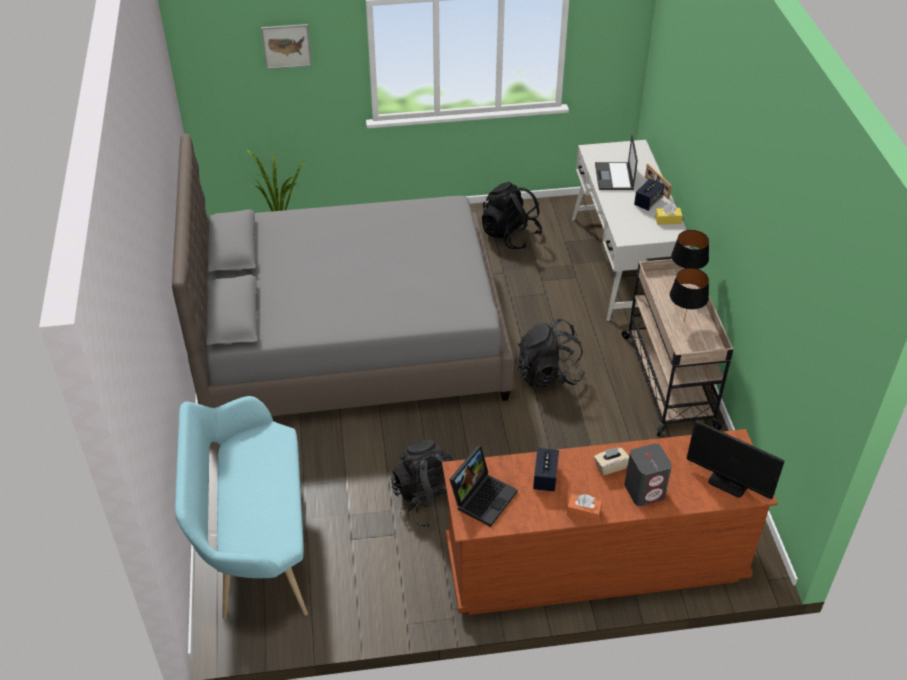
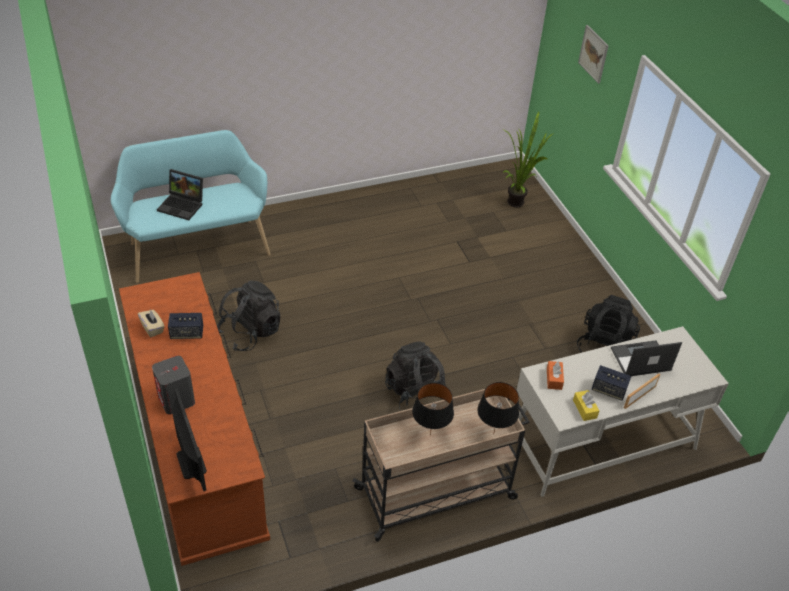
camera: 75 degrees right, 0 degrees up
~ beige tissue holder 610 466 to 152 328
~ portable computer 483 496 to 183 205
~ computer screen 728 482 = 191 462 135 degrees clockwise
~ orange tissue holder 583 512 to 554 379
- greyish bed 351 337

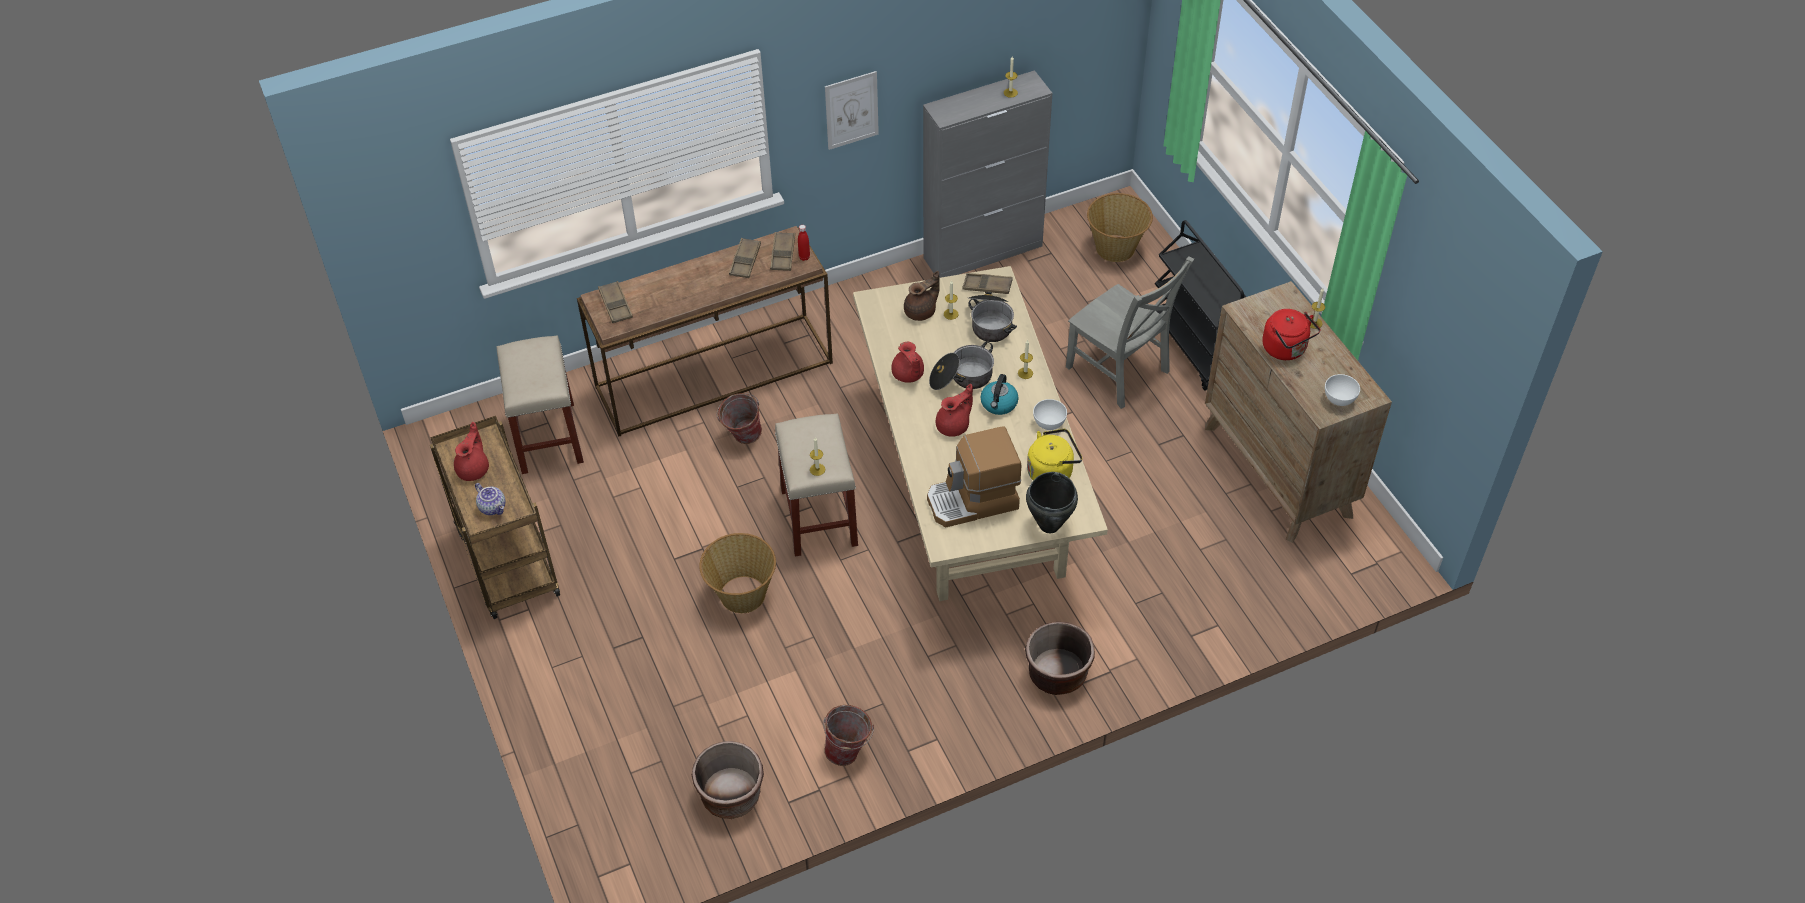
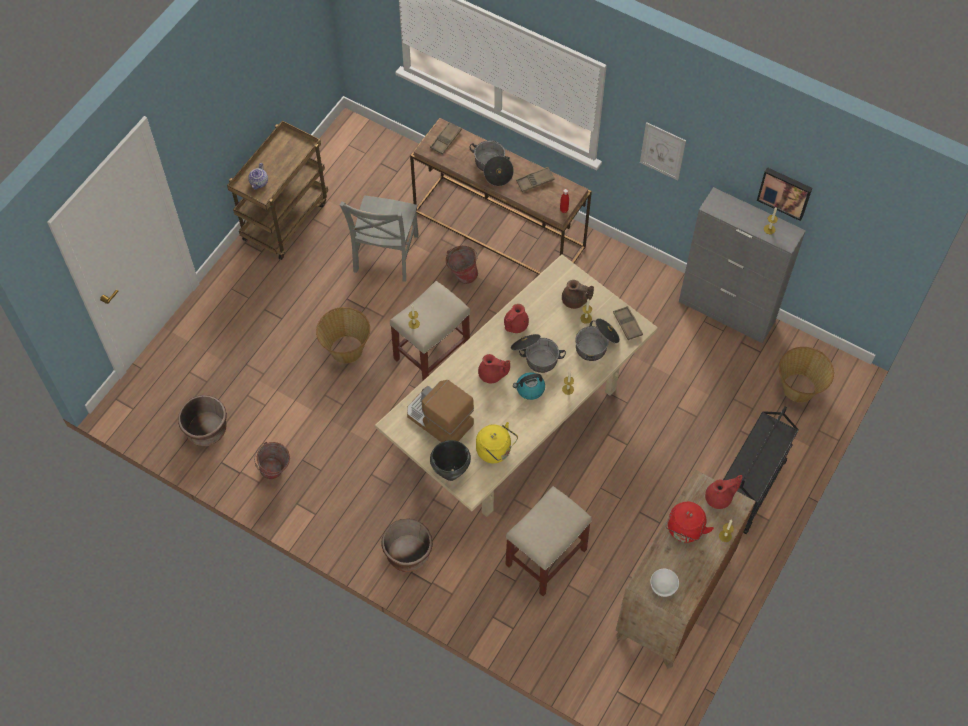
camera: 55 degrees right, 10 degrees up
~ greyish upright chair 1120 372 to 385 256
+ saucepot 492 168
~ beige sitting stool 548 439 to 545 558
~ red-coloured teapot 474 469 to 719 498
+ wall art 785 192
- brownish serving tray 783 254
- white-coloured deep dish 1049 423

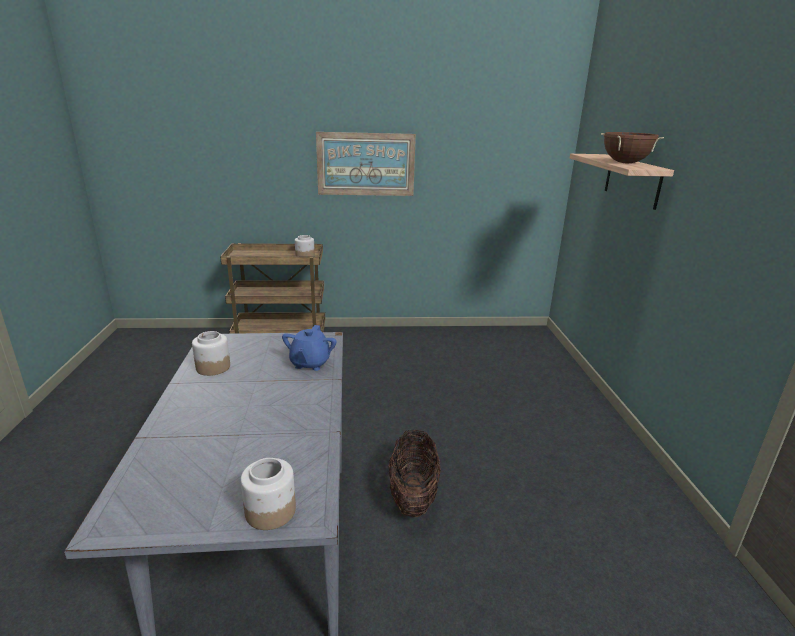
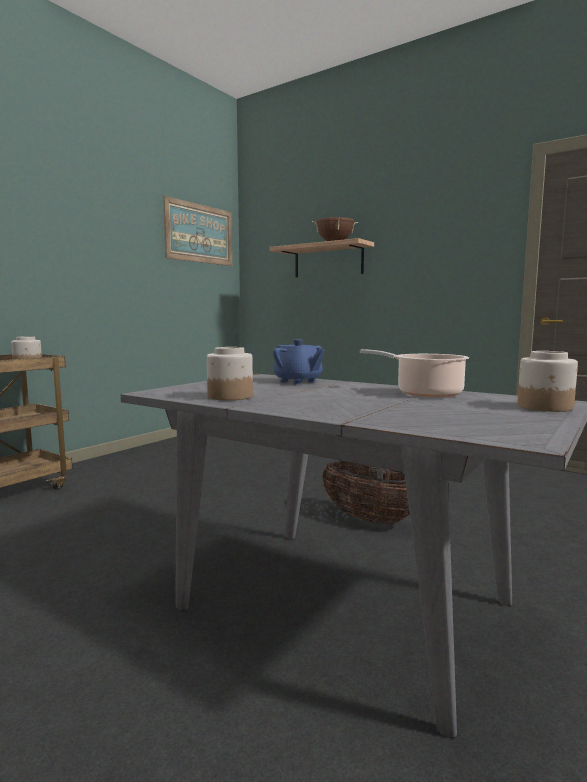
camera: 50 degrees left, 15 degrees down
~ wall art 366 164 to 199 233
+ saucepot 425 393

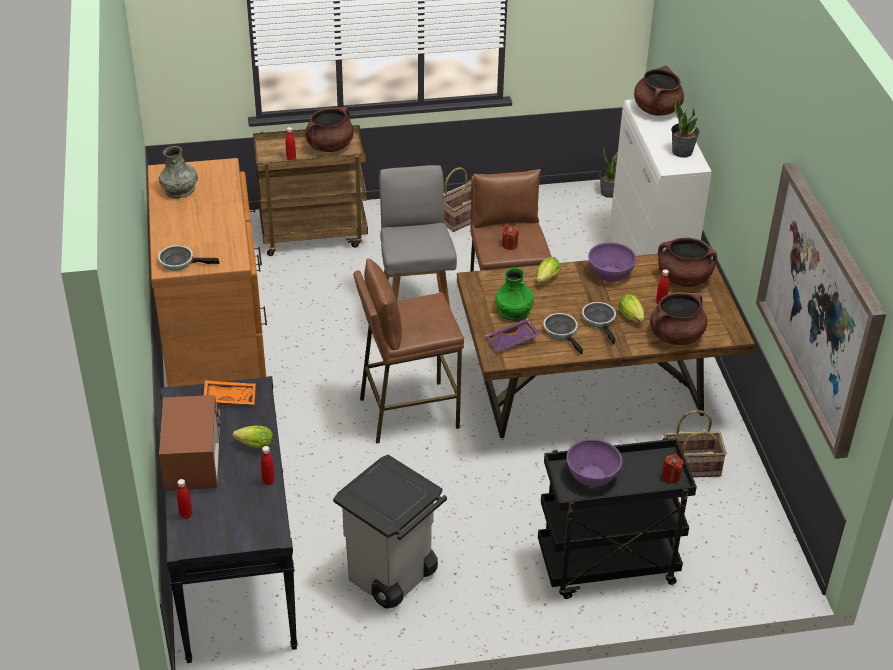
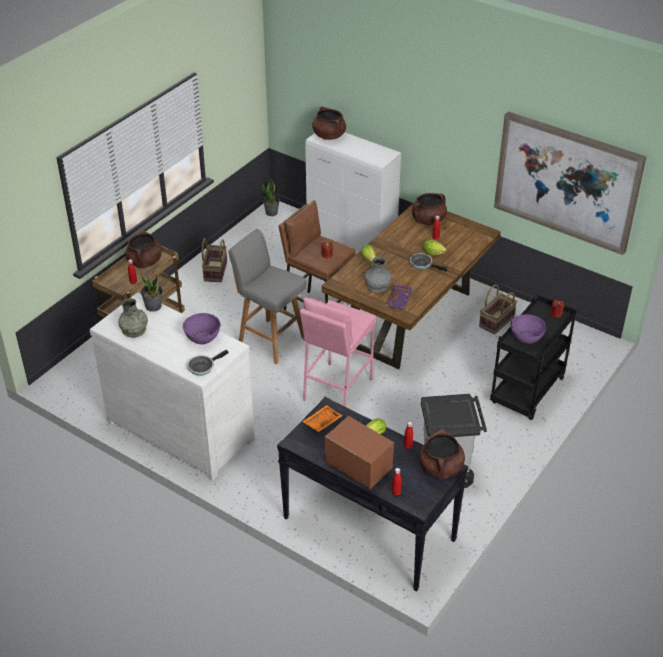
camera: 45 degrees left, 0 degrees up
~ brownish drawer chest 216 346 to white-coloured drawer chest 182 429
~ plant in a pot 682 151 to 153 306
~ purple deep dish 610 273 to 202 337
~ brownish sitting stool 408 412 to pink sitting stool 336 389
~ green vase 513 310 to greyish vase 377 286
~ brownish saucepot 676 336 to 441 468
- skillet 562 332

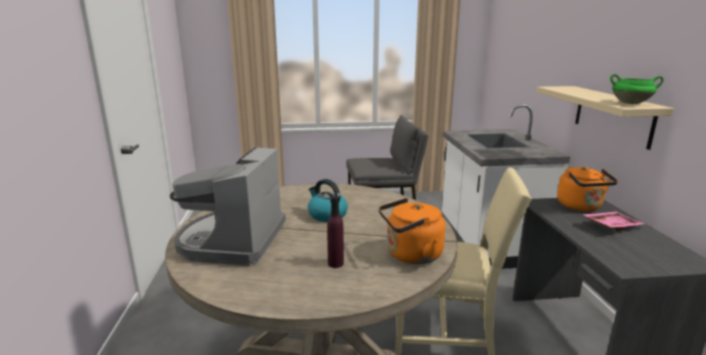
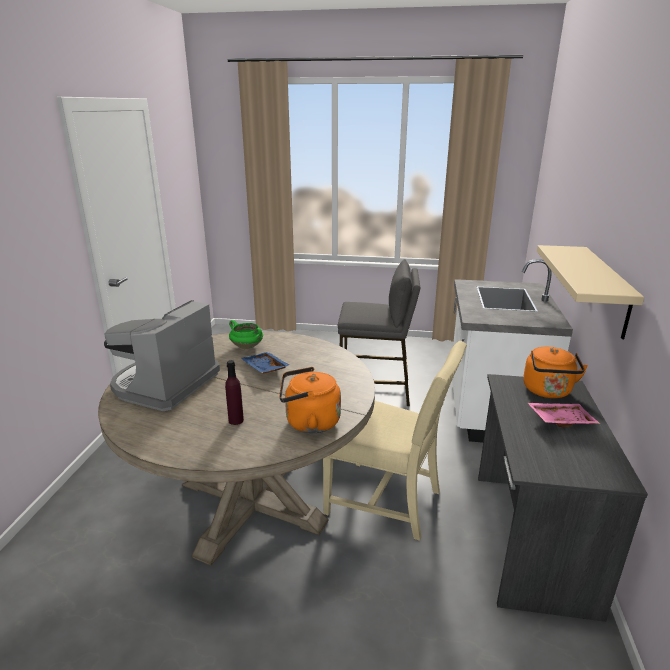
camera: 15 degrees right, 5 degrees up
~ green saucepot 631 103 to 247 347
~ tea kettle 327 215 to blue-coloured serving tray 264 369

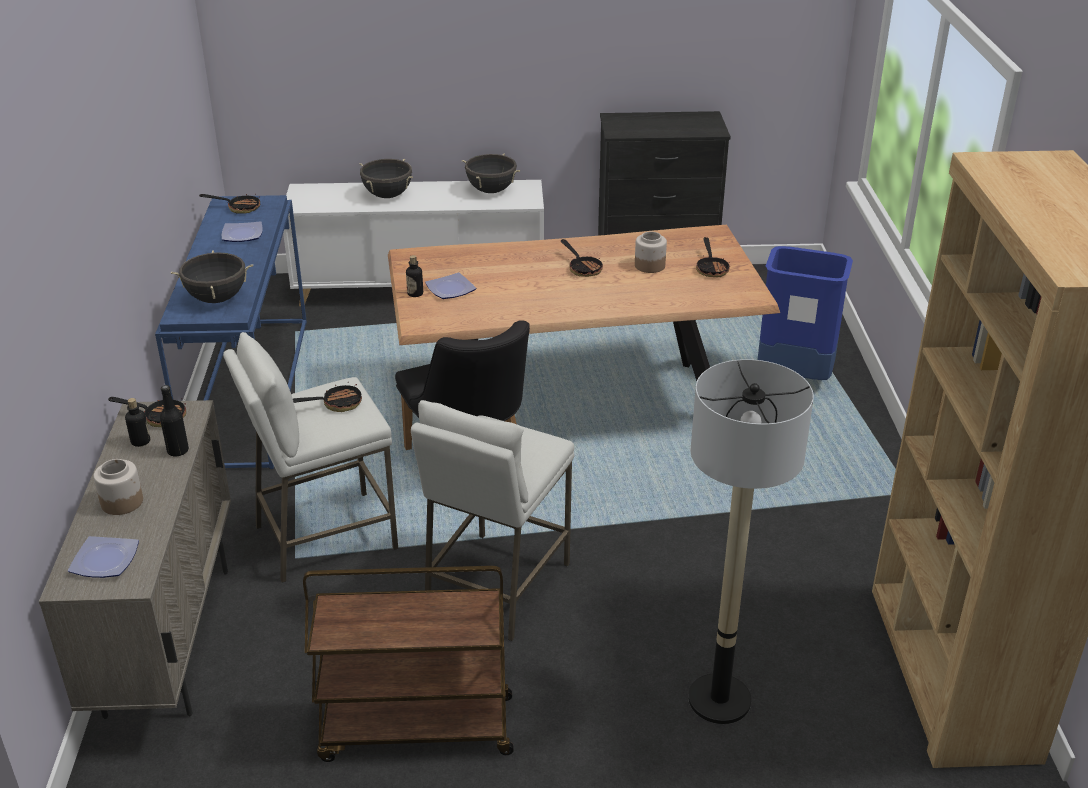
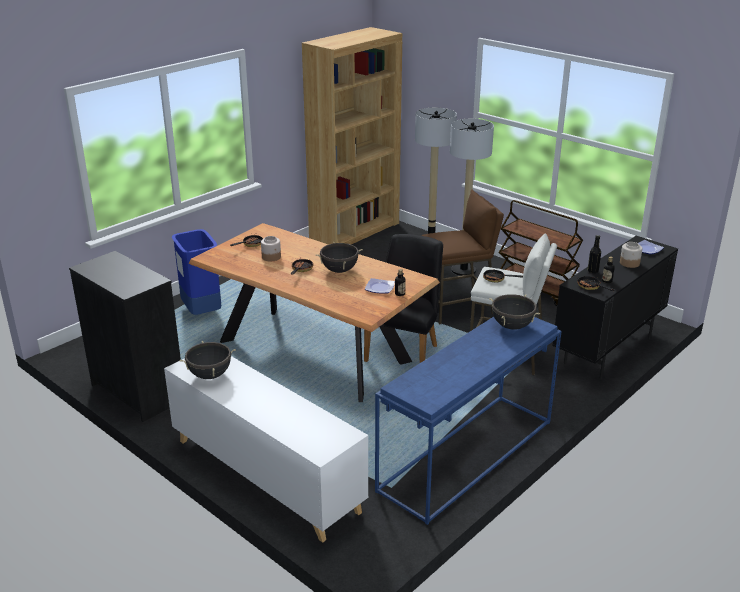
camera: 135 degrees left, 5 degrees down
~ black saucepot 387 196 to 339 270
~ white-coloured sitting stool 496 586 to brownish sitting stool 457 308
+ standard lamp 464 270
~ beige cabinet 169 640 to black cabinet 607 351
- skillet 239 208
- flat dish 243 234

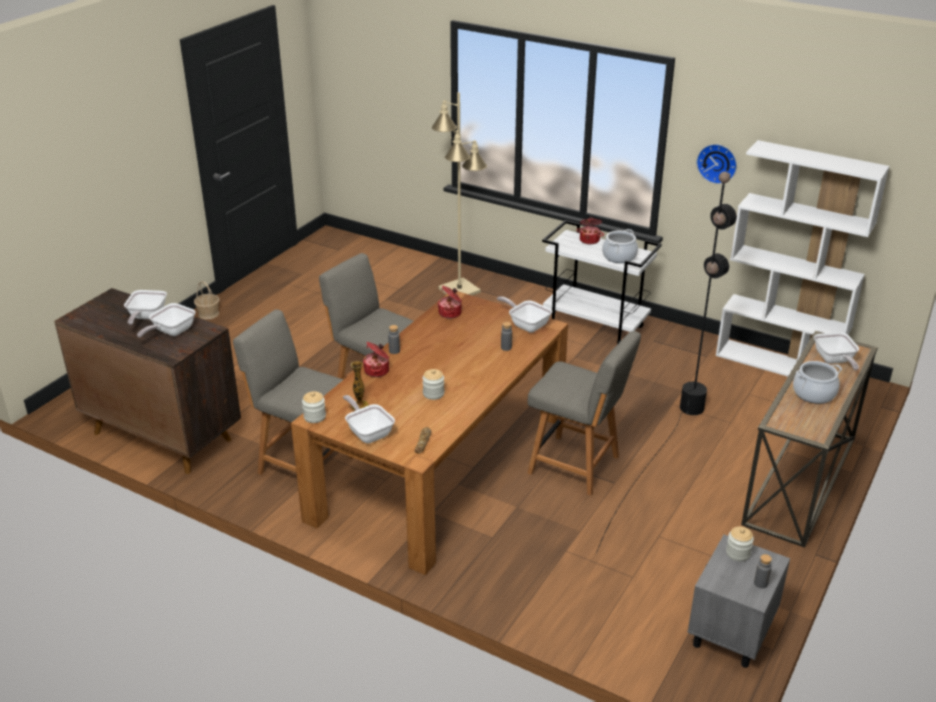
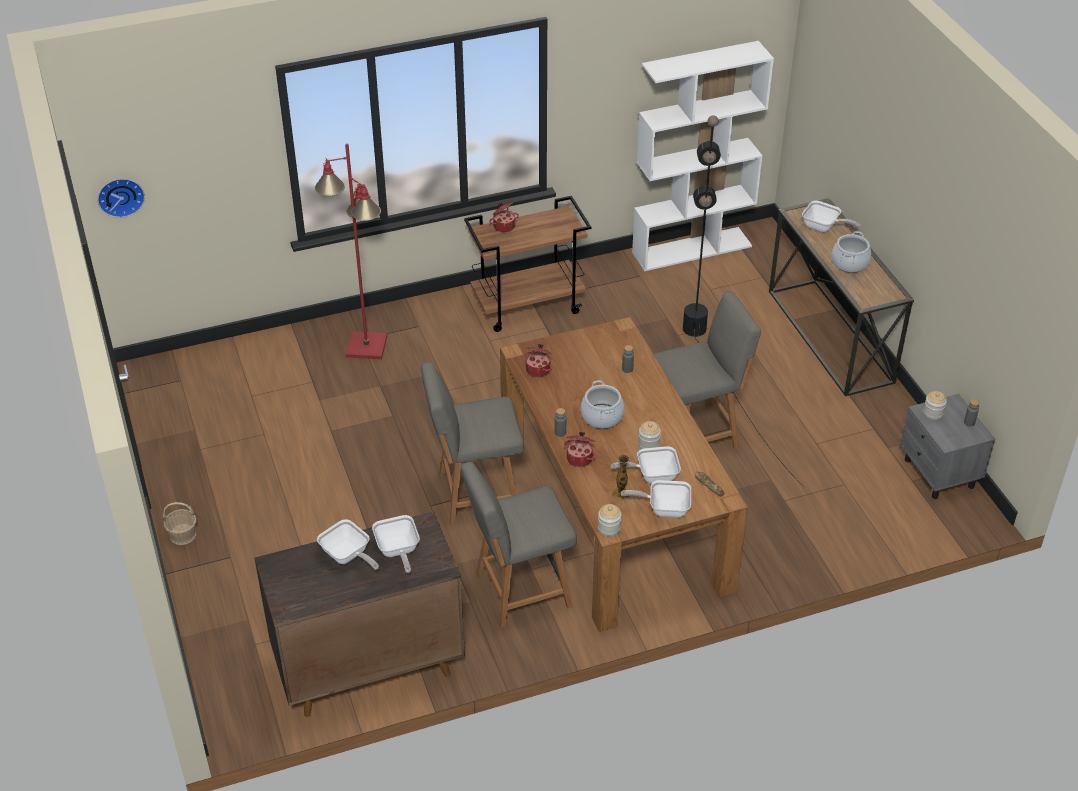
camera: 50 degrees left, 10 degrees up
~ hanging clock 717 162 to 120 196
~ beige standard lamp 459 290 to red-coloured standard lamp 366 346
~ white-coloured trolley 596 327 to brownish trolley 528 305
~ saucepot 619 256 to 602 416
~ skillet 526 325 to 652 475

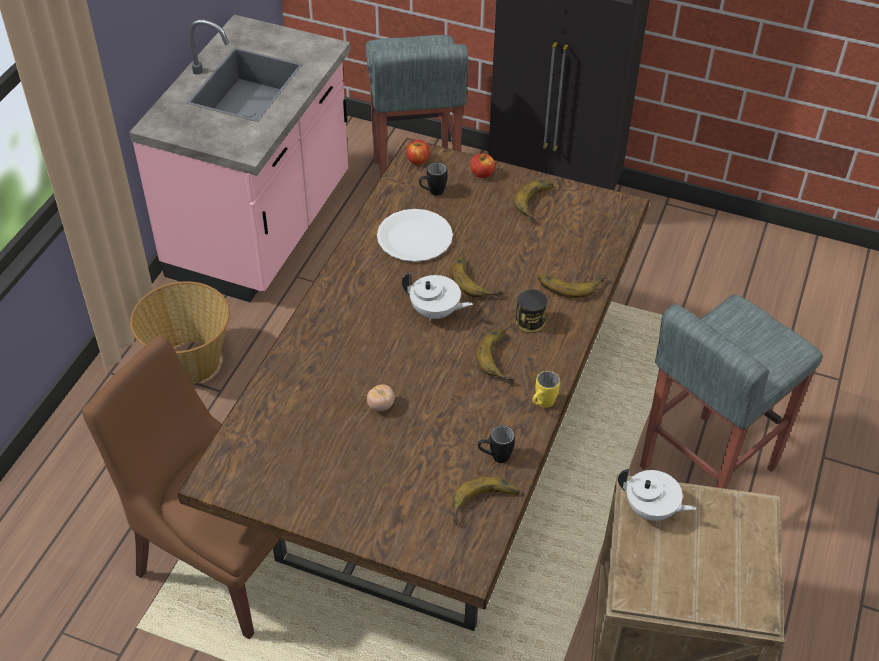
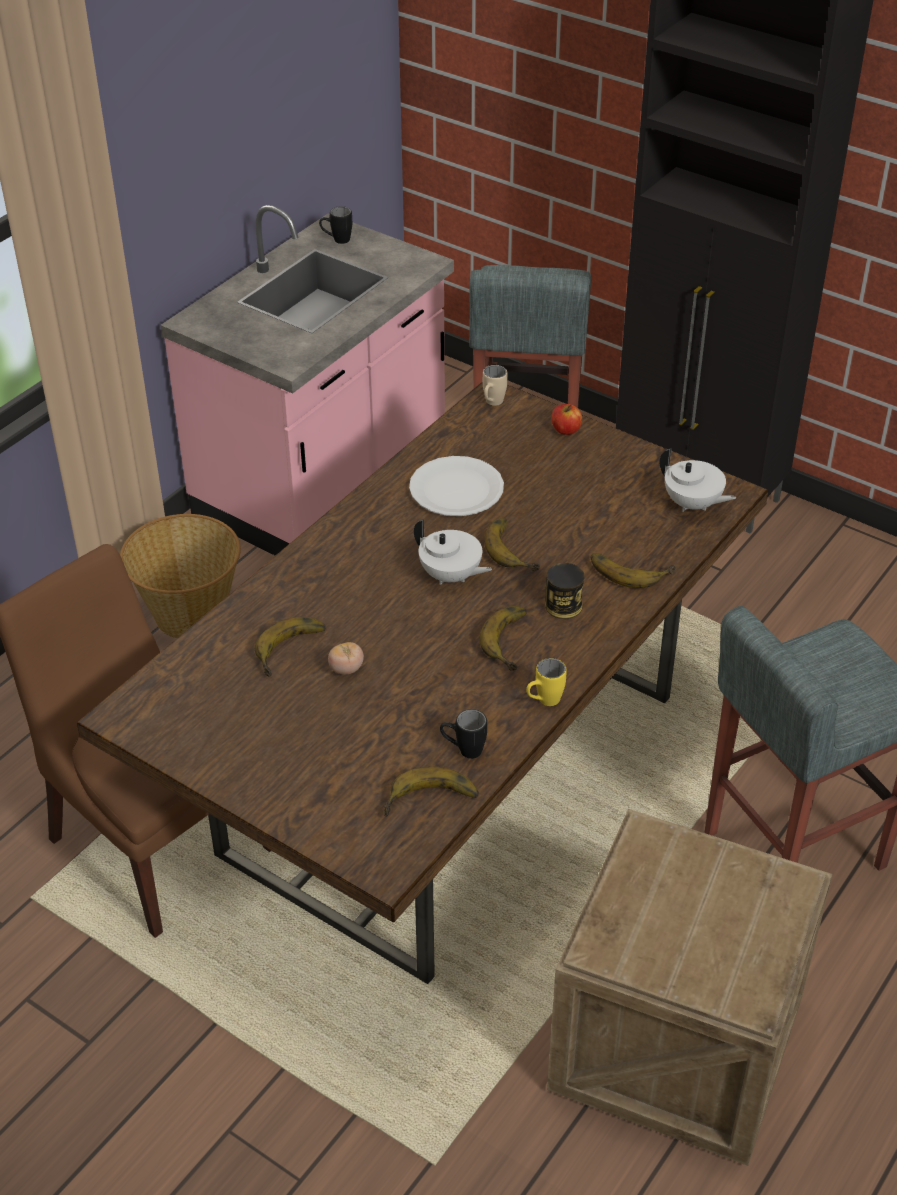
camera: 15 degrees right, 5 degrees down
~ whole banana 539 203 to 293 650
~ black coffee mug 432 192 to 336 240
~ apple 418 160 to beige coffee mug 492 404
~ white-coloured teapot 651 510 to 692 504

